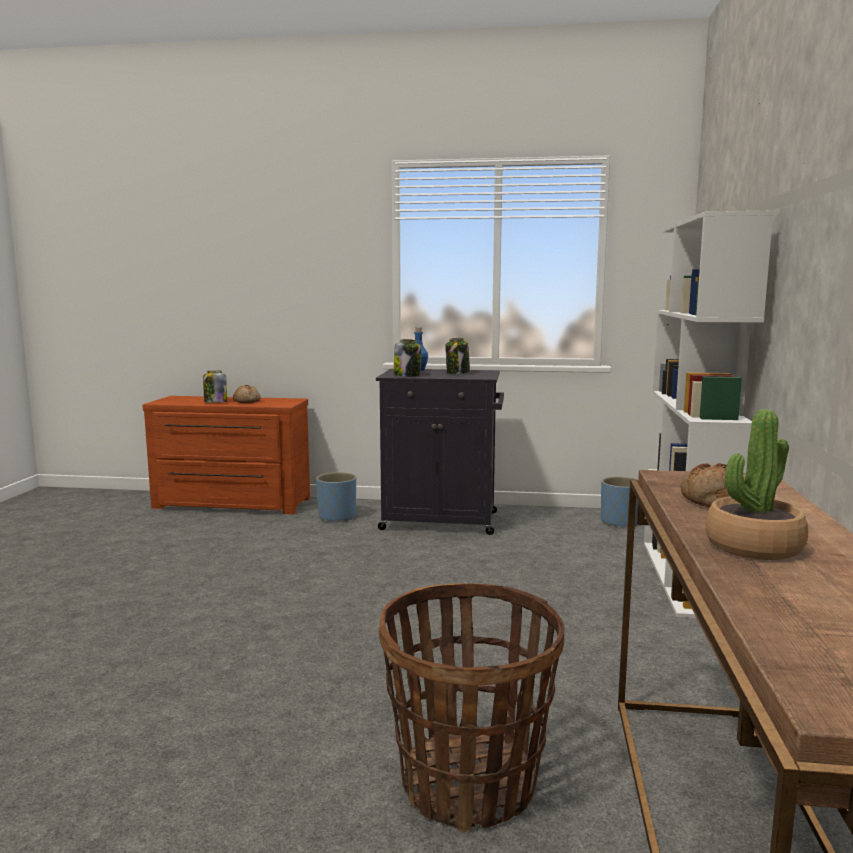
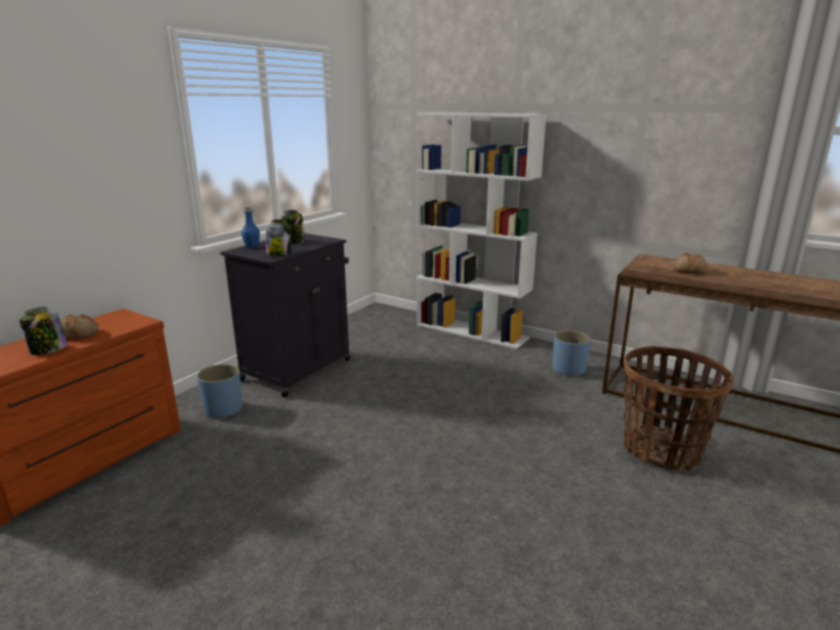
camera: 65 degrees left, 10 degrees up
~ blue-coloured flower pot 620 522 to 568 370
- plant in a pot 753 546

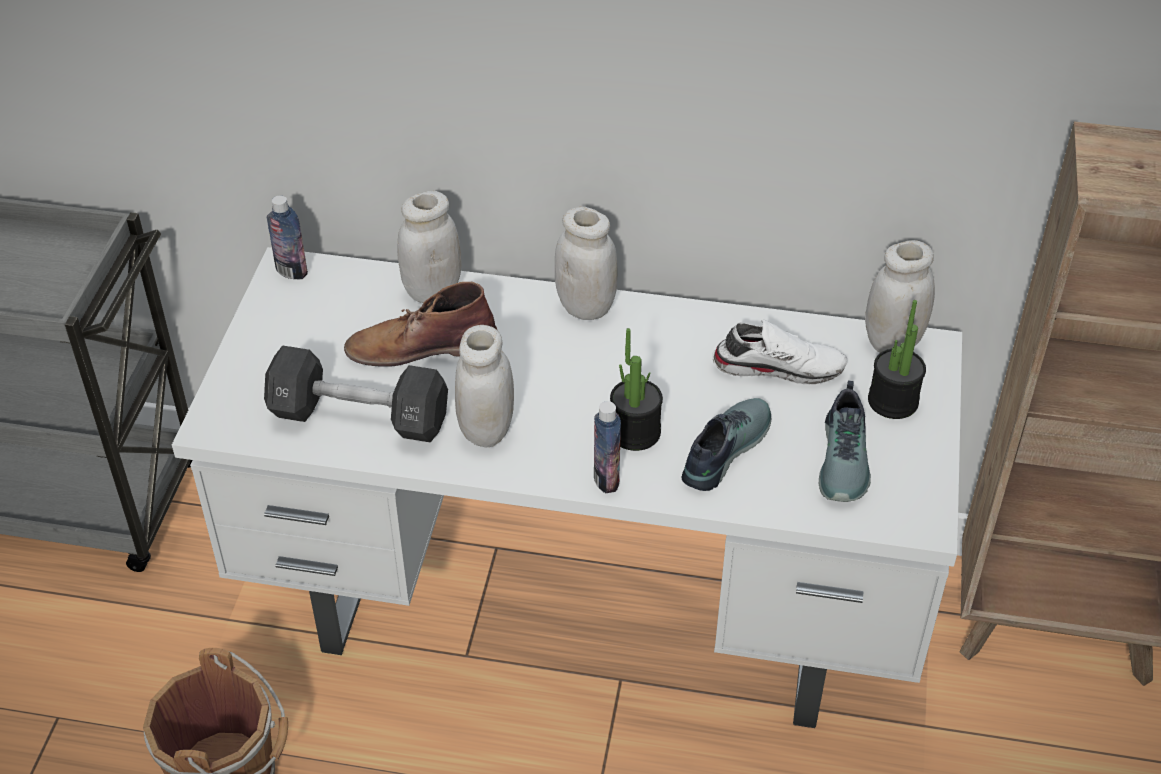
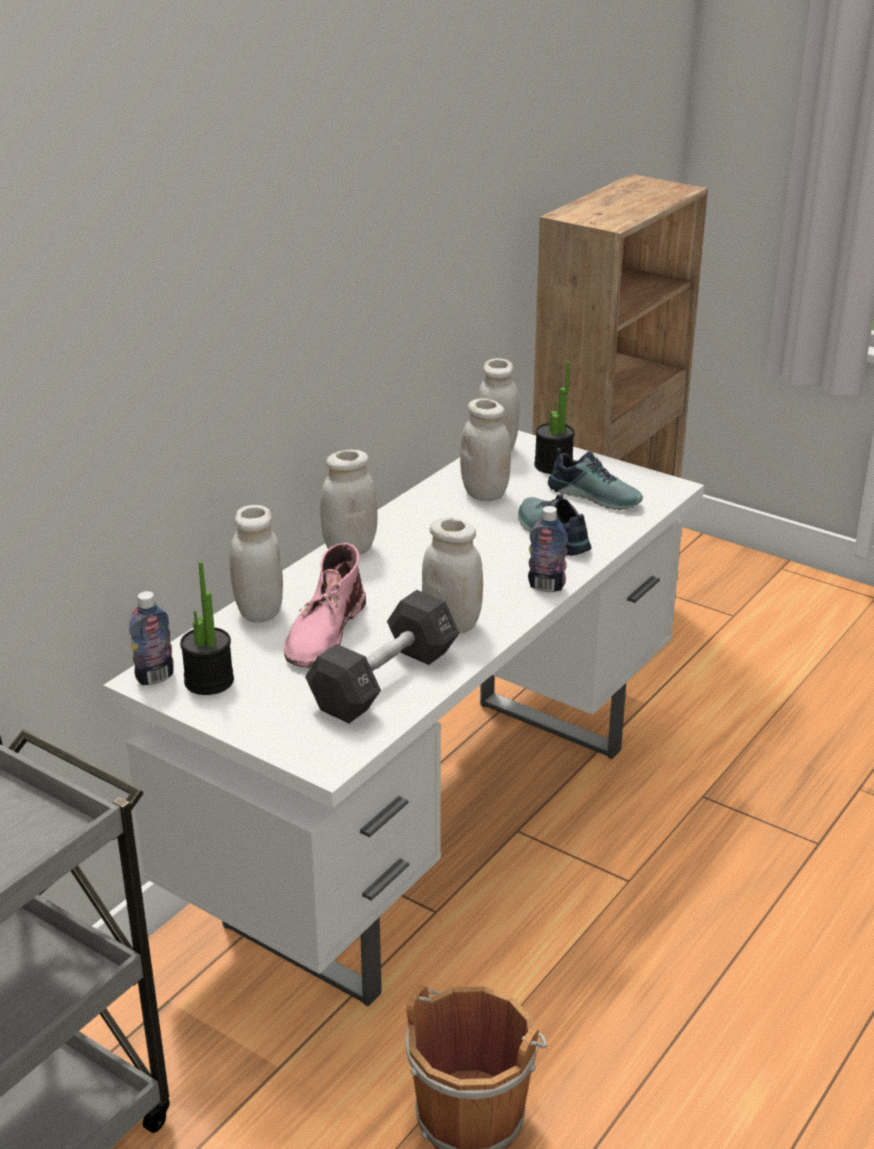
camera: 65 degrees left, 15 degrees down
~ plant in a pot 635 432 to 209 681
~ brownish high-top boot 421 346 to pink high-top boot 324 632
~ white-coloured item of footwear 778 366 to white-coloured preserve jar 484 493

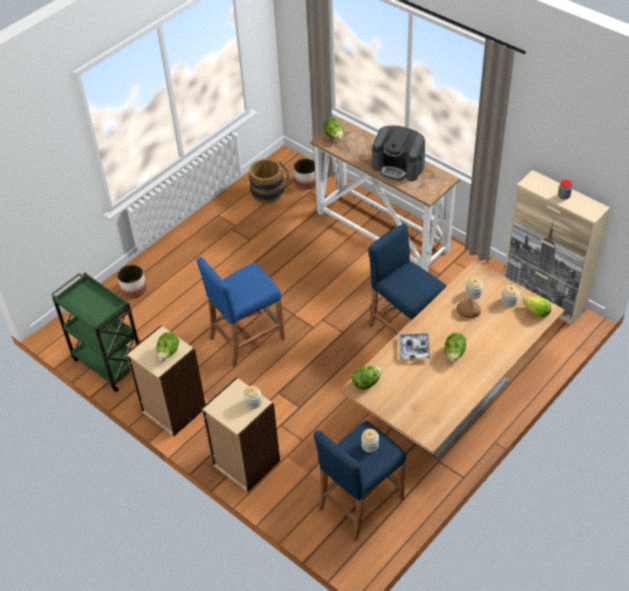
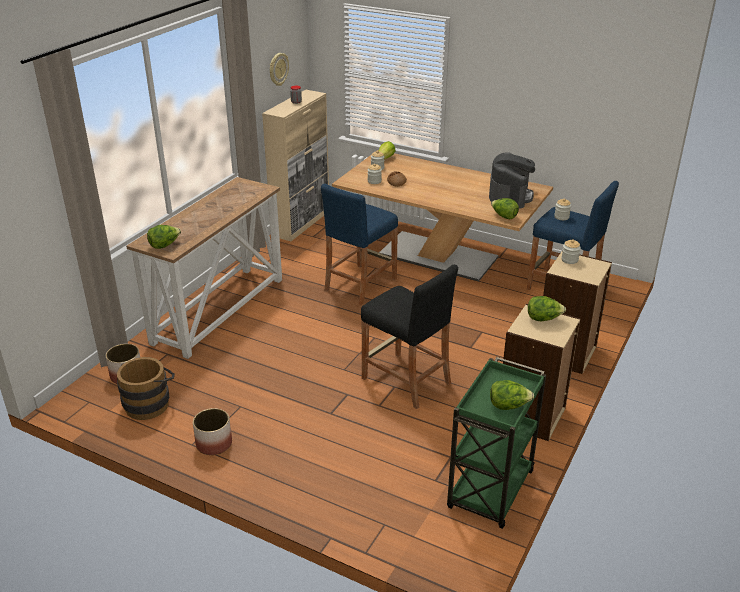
camera: 105 degrees left, 15 degrees down
~ flower pot 133 289 to 213 444
+ hanging clock 278 69
~ blue-coloured sitting stool 246 338 to black sitting stool 406 380
~ coffee maker 398 166 to 510 196
~ lettuce head 454 354 to 508 406
- serving tray 414 349

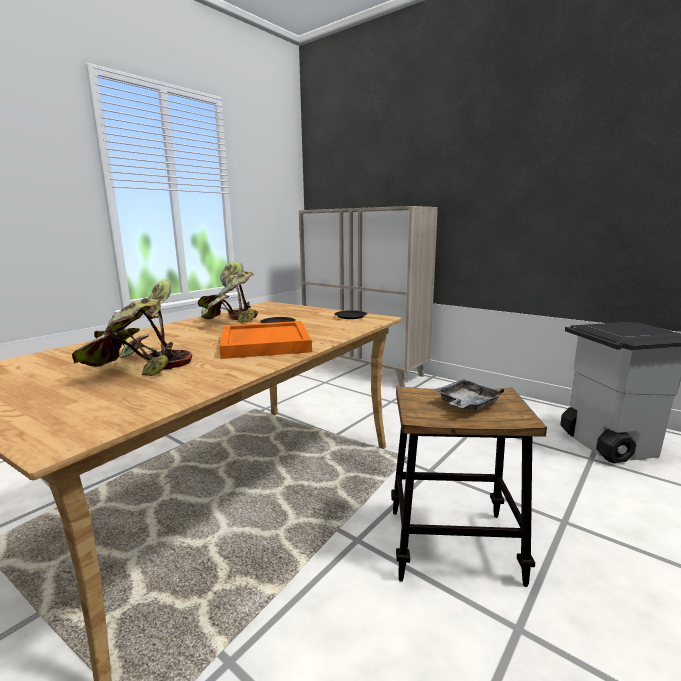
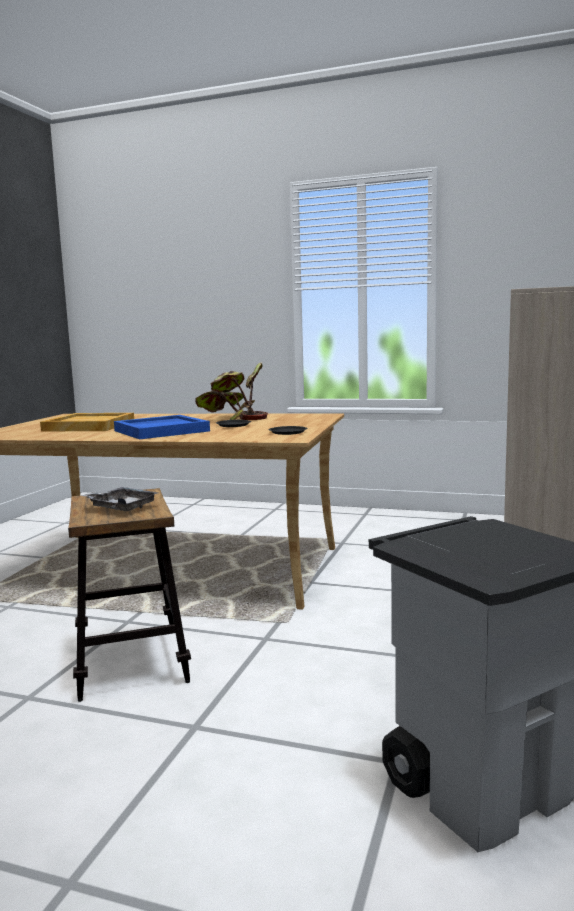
camera: 70 degrees right, 5 degrees down
~ plant in a pot 138 368 to beige serving tray 88 426
~ orange serving tray 264 343 to blue-coloured serving tray 161 431

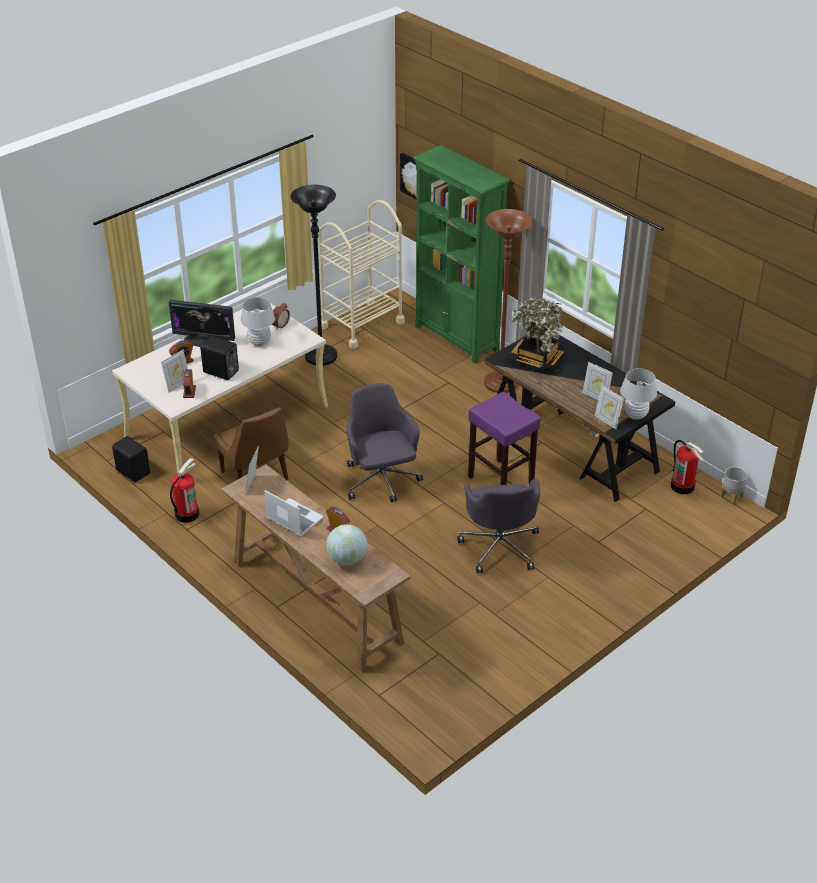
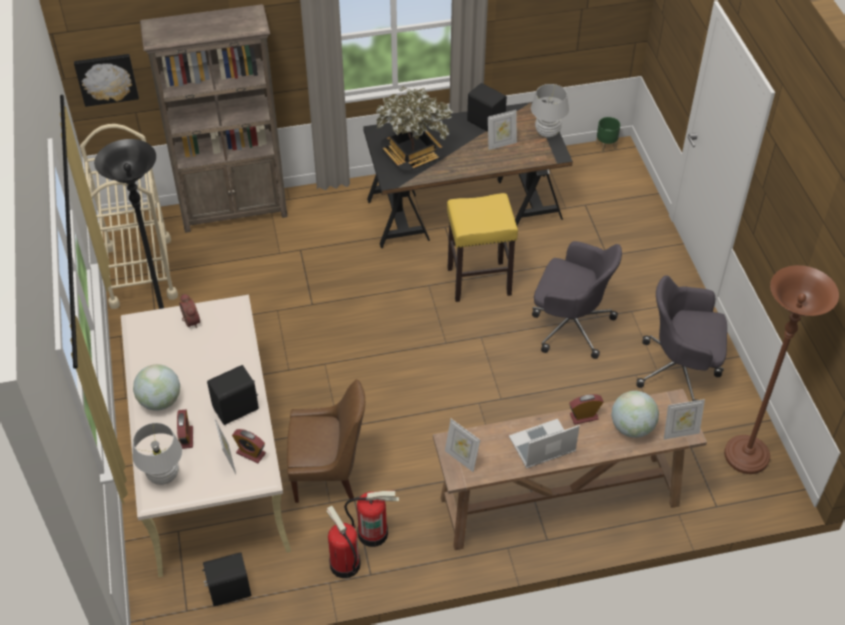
camera: 60 degrees left, 10 degrees up
~ white-coloured table lamp 259 342 to 164 475
~ computer screen 204 340 to desk globe 160 401
~ green shelving unit 457 338 to brownish shelving unit 235 211
~ fire extinguisher 683 486 to 373 533
~ purple sitting stool 500 480 to yellowish sitting stool 478 281
+ black audio speaker 486 122
~ greyish flower pot 731 496 to green flower pot 605 146
~ greyish office chair 381 481 to 680 370
~ picture frame 607 421 to 680 433
~ brownish standard lamp 500 384 to 746 456

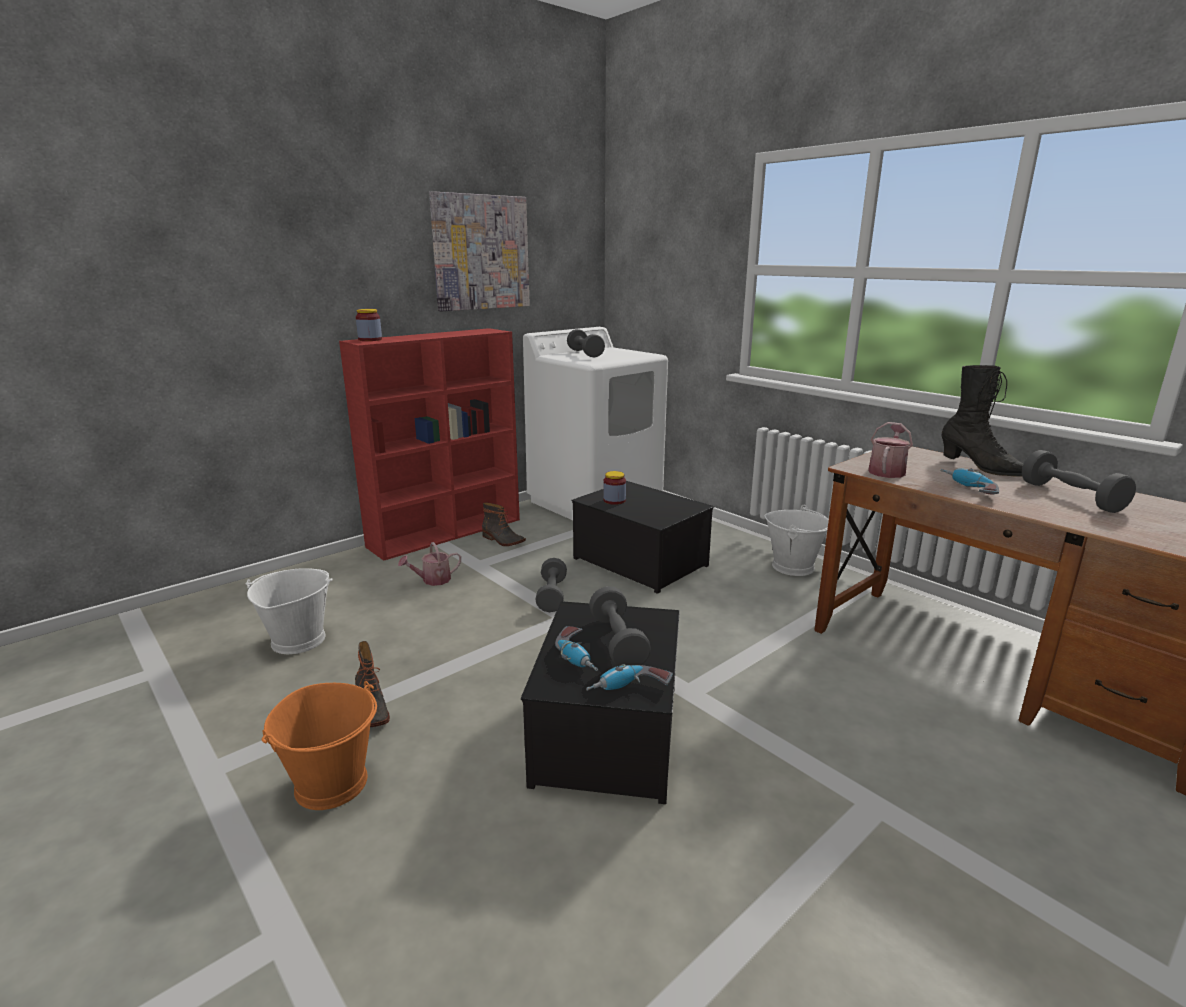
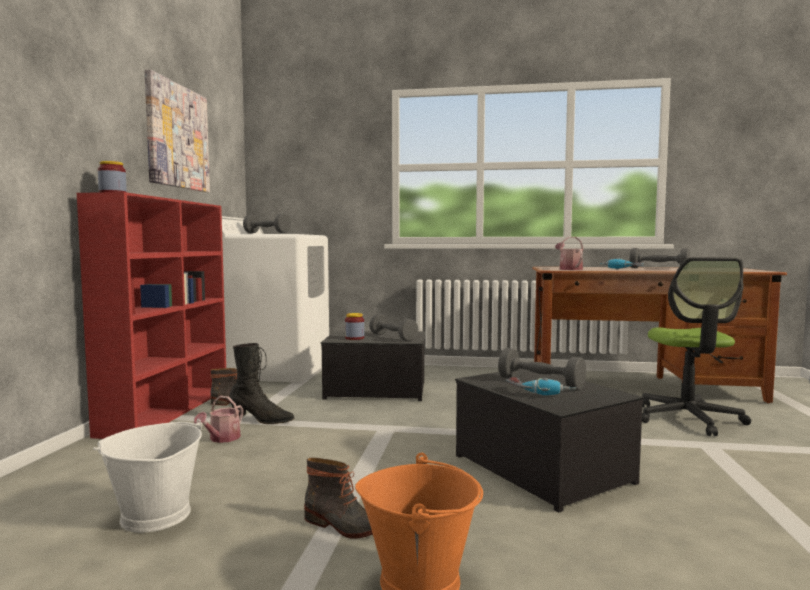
camera: 40 degrees left, 15 degrees down
~ black high-top boot 981 467 to 261 420
~ greyish dumbbell 552 595 to 393 337
+ office chair 688 418
- electric drill 629 690
- white-coloured pail 793 566

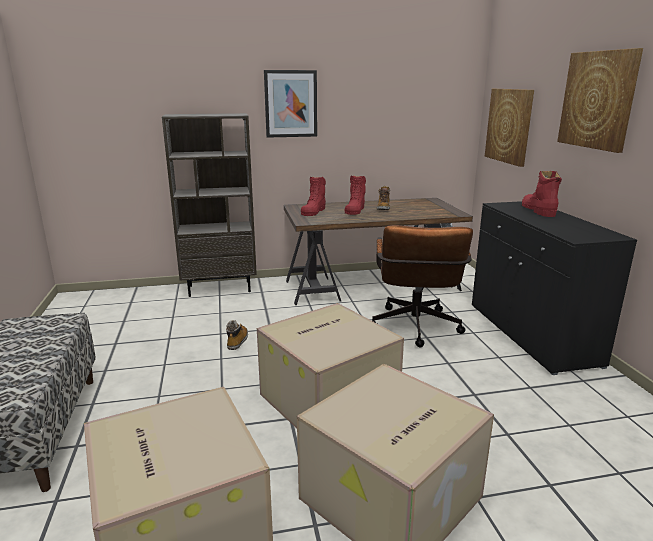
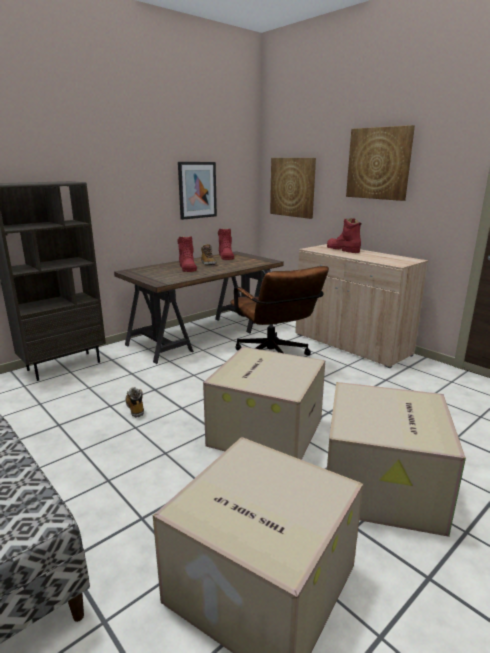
camera: 30 degrees left, 0 degrees up
~ wall art 291 104 to 197 190
~ red-coloured high-top boot 313 211 to 226 257
~ black cabinet 531 334 to beige cabinet 351 344

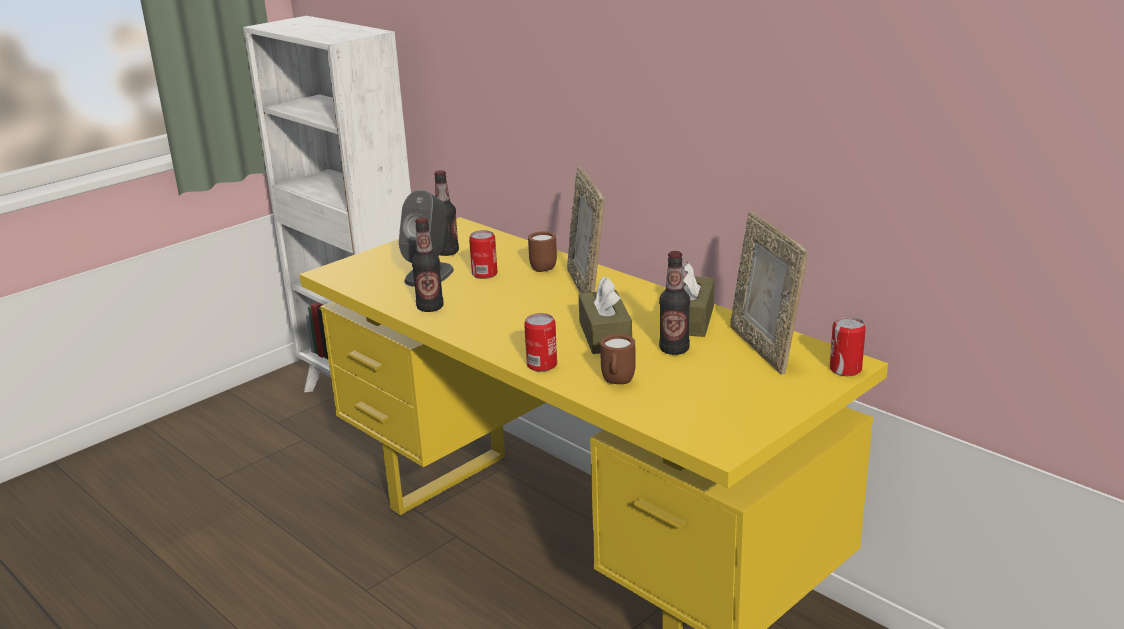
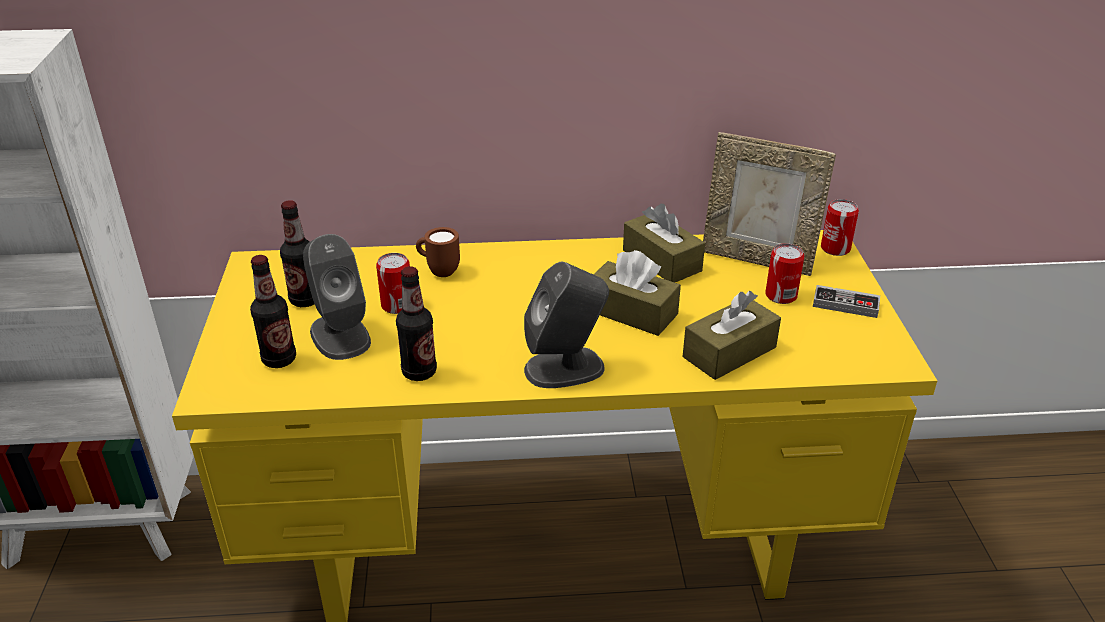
camera: 50 degrees left, 10 degrees up
~ beverage bottle 674 349 to 279 359
+ greyish audio speaker 565 368
~ brownish coffee mug 617 383 to brownish tissue holder 729 352
~ metal can 542 365 to 781 295
+ game controller 845 304
- picture frame 586 287

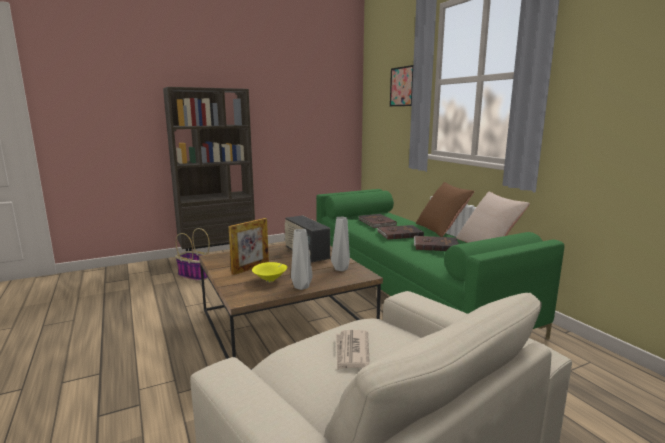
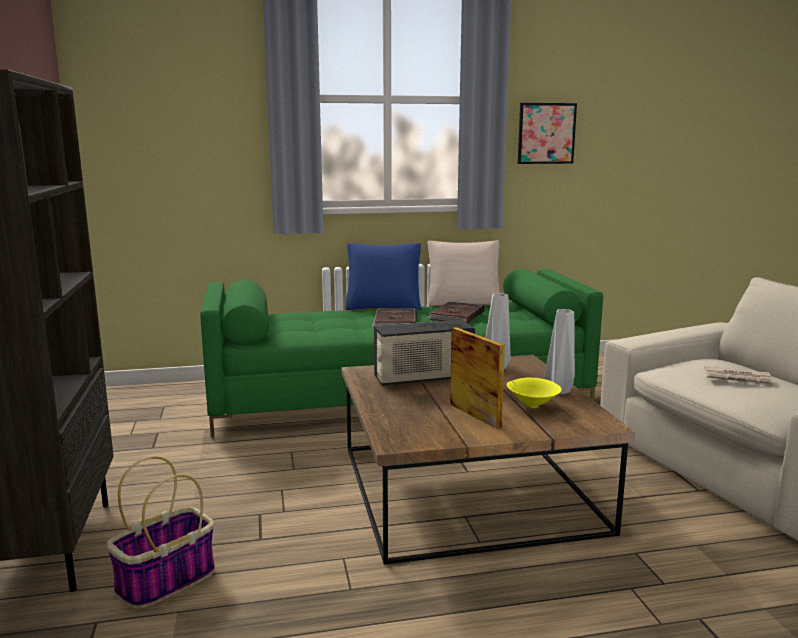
camera: 75 degrees left, 0 degrees up
~ brownish pillow 441 229 to blue-coloured pillow 384 305
~ wall art 402 86 to 546 133
- brownish book 376 223

